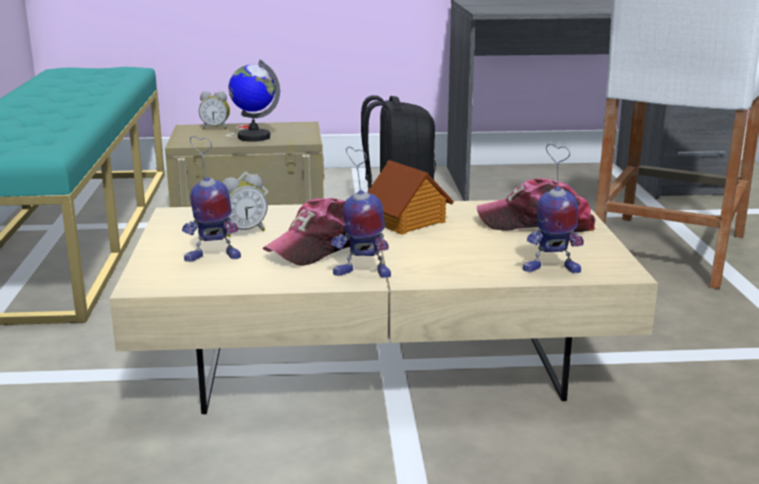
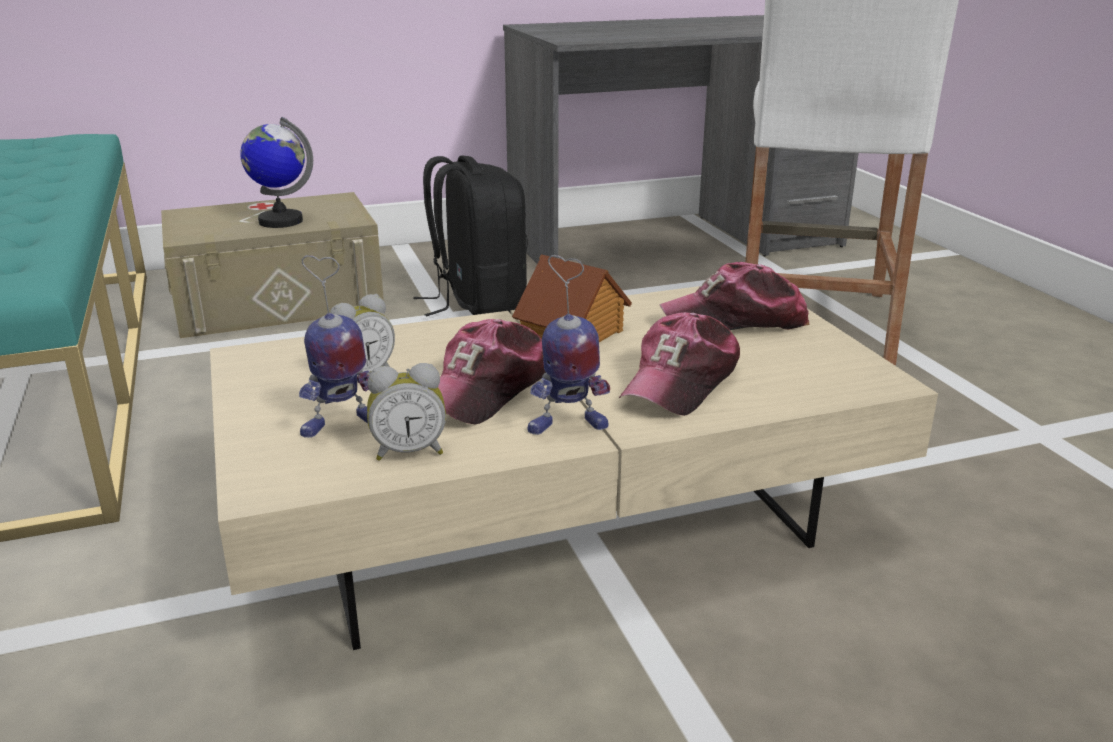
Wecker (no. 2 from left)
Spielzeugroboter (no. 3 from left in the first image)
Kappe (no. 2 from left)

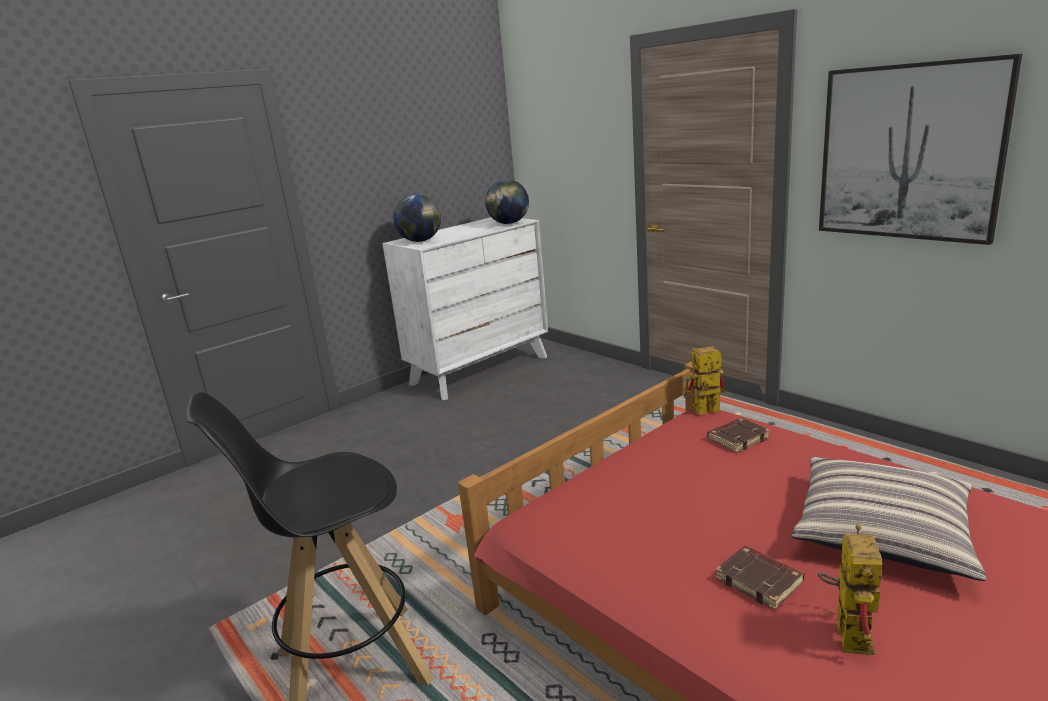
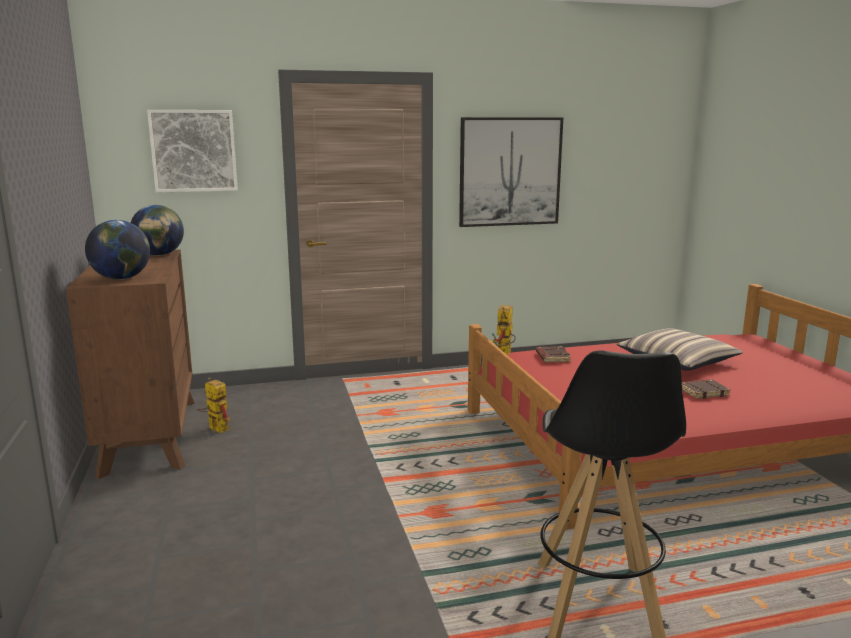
Kommode/braun
Spielzeugroboter (no. 1 from left)
Bild (no. 1 from left)

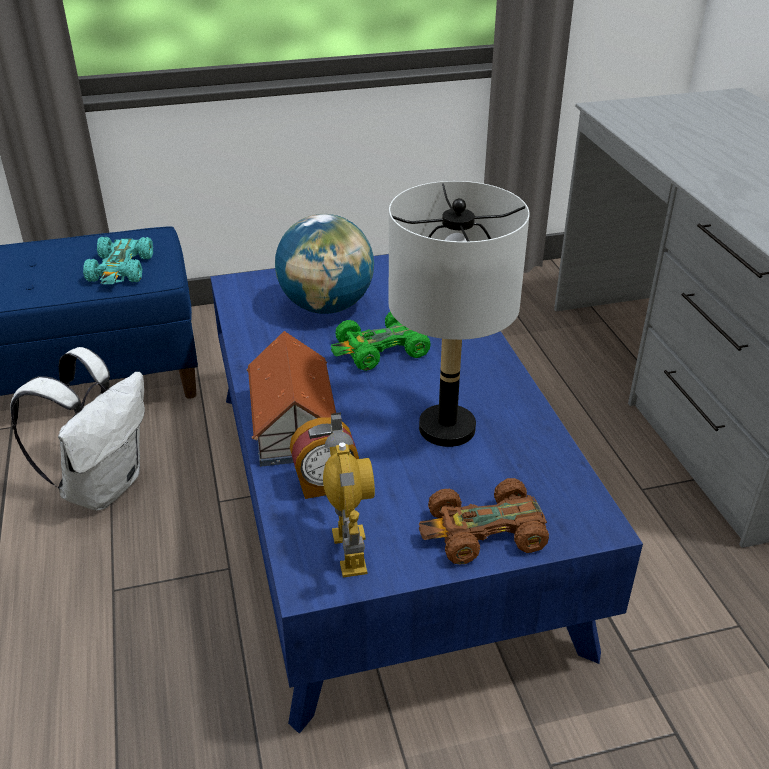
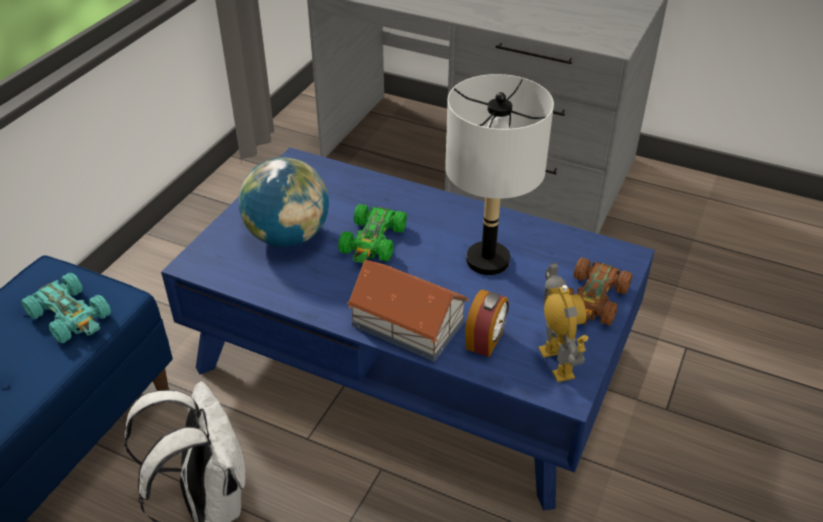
Spielzeugroboter

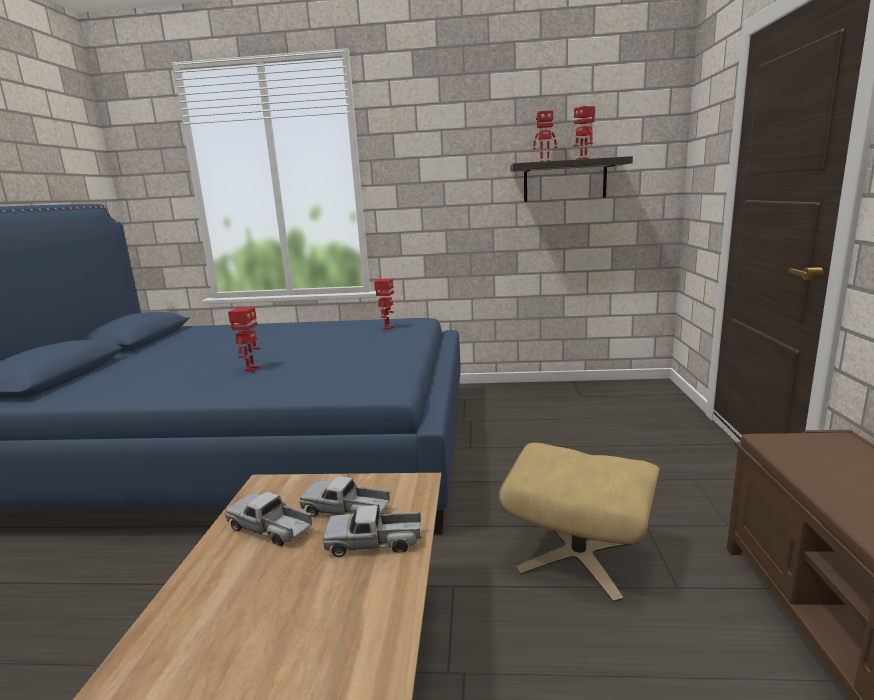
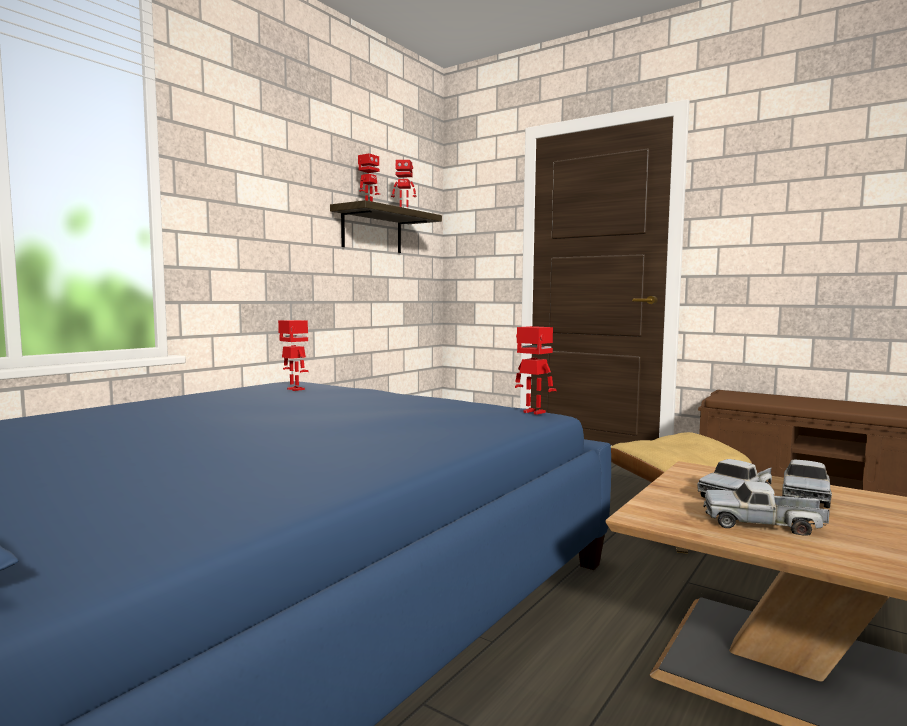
Spielzeugroboter (no. 4 from left)
Spielzeuglaster (no. 2 from left)

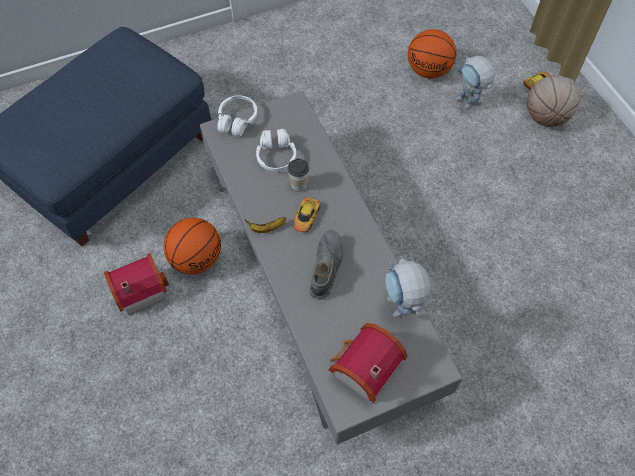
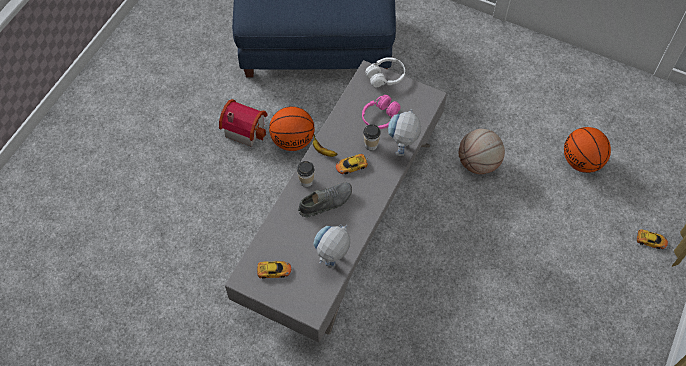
Spielzeugroboter (no. 2 from left)
Basketball (no. 2 from left)
Kopfhörer/rosa
Spielzeugauto (no. 1 from left)
Tasse (no. 1 from left)

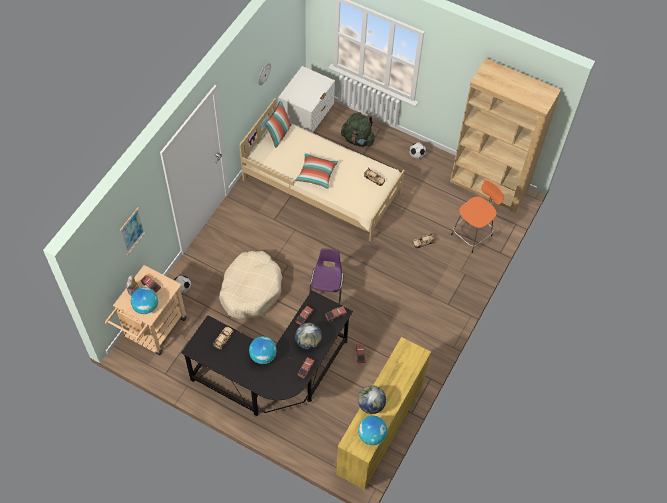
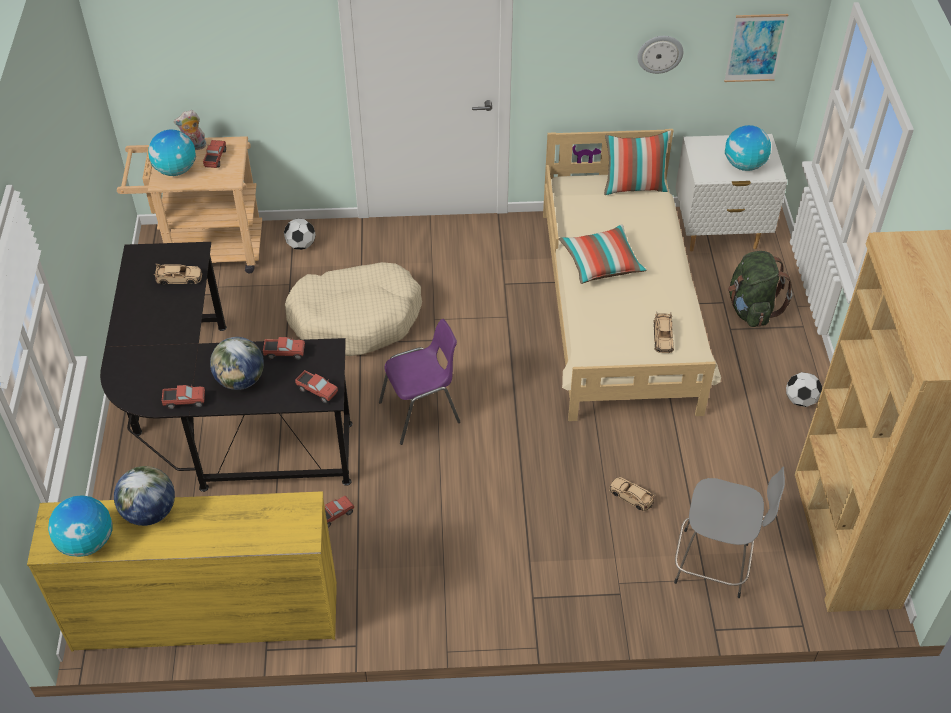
Hocker/grau
Bild
Globus (no. 5 from left)

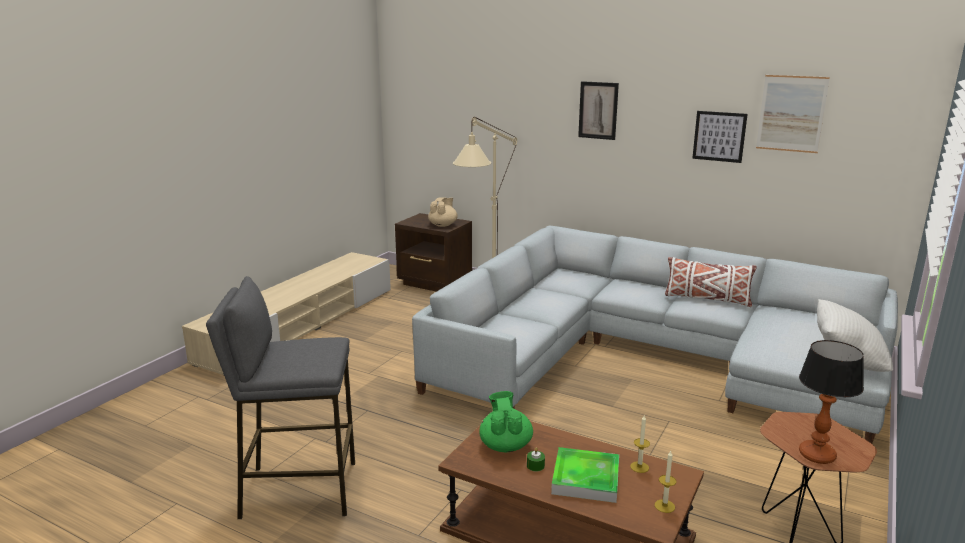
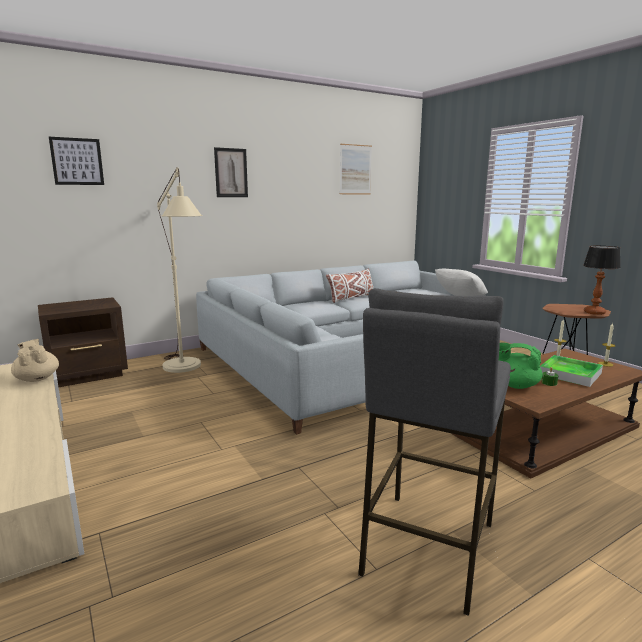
Bild (no. 1 from left)
Teekanne/beige

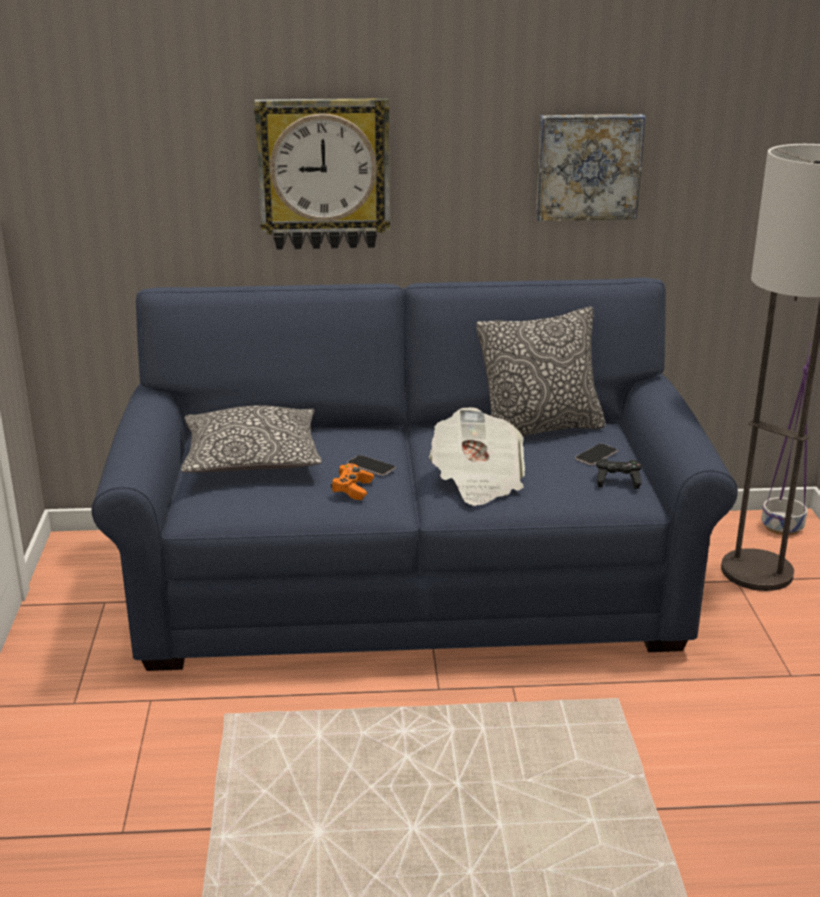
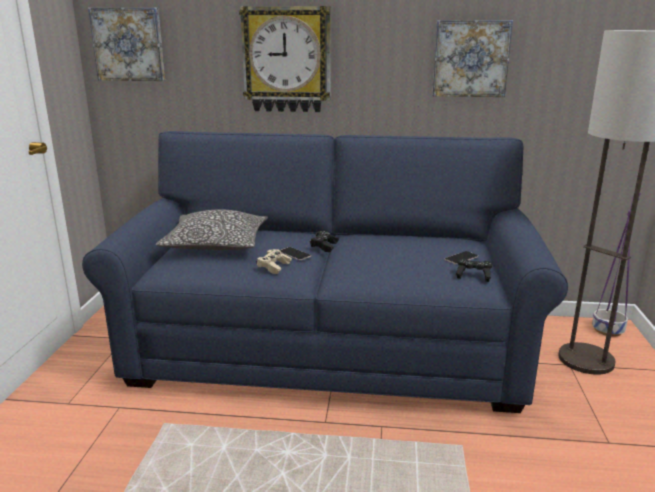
Kissen (no. 2 from left in the first image)
Zeitung
Gamepad/beige
Bild (no. 1 from left)
Gamepad/schwarz (no. 1 from left)

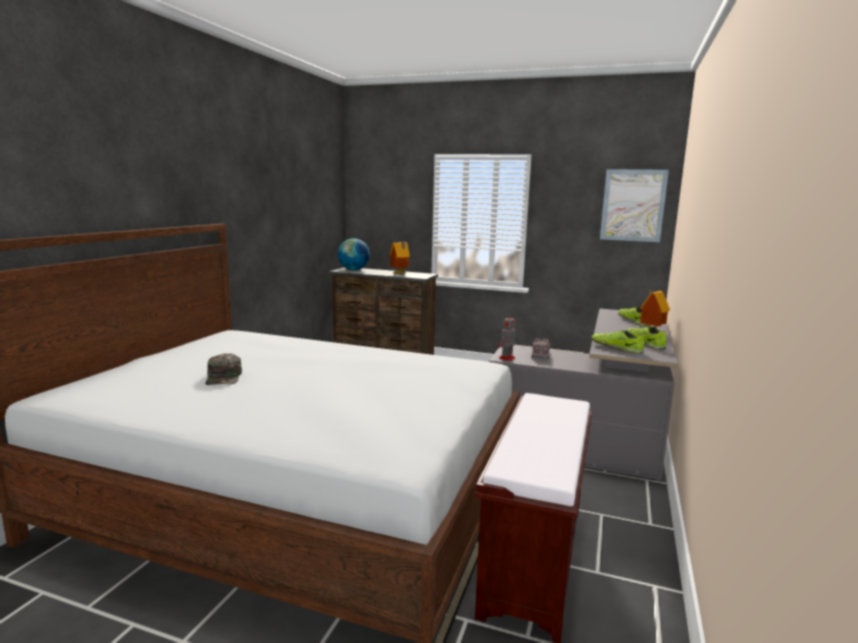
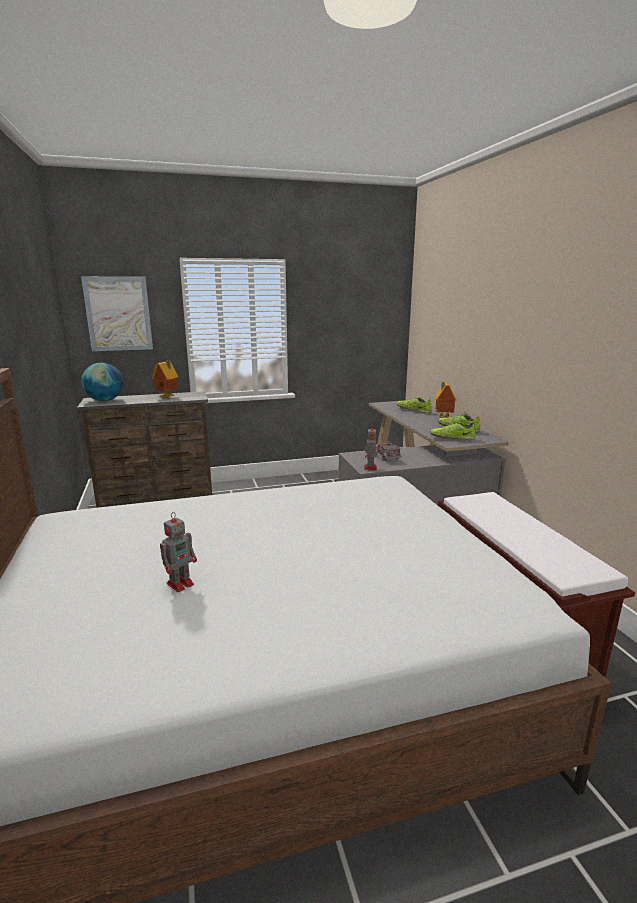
Bild
Spielzeugroboter (no. 1 from left)

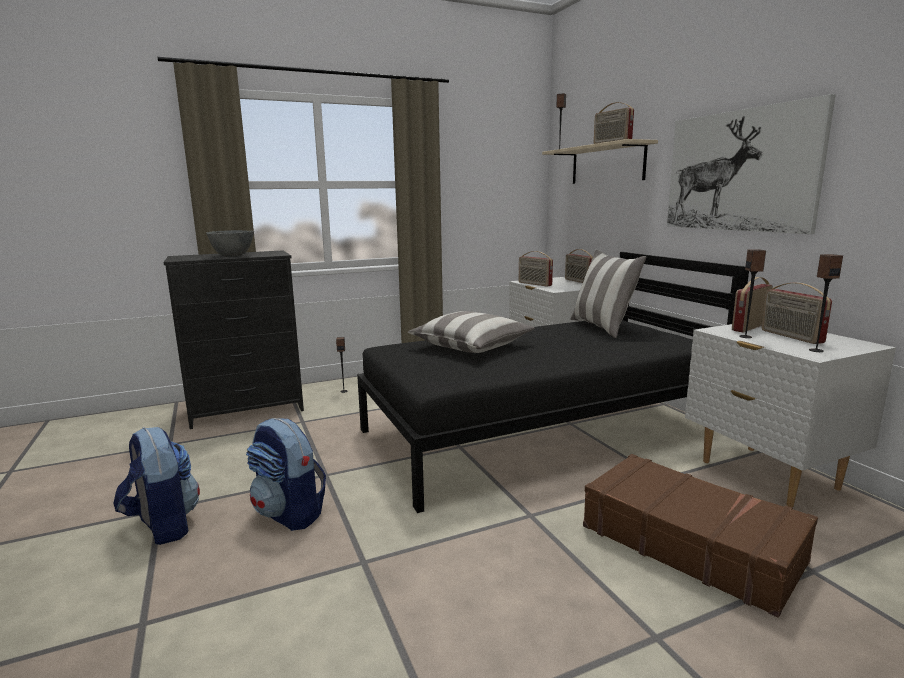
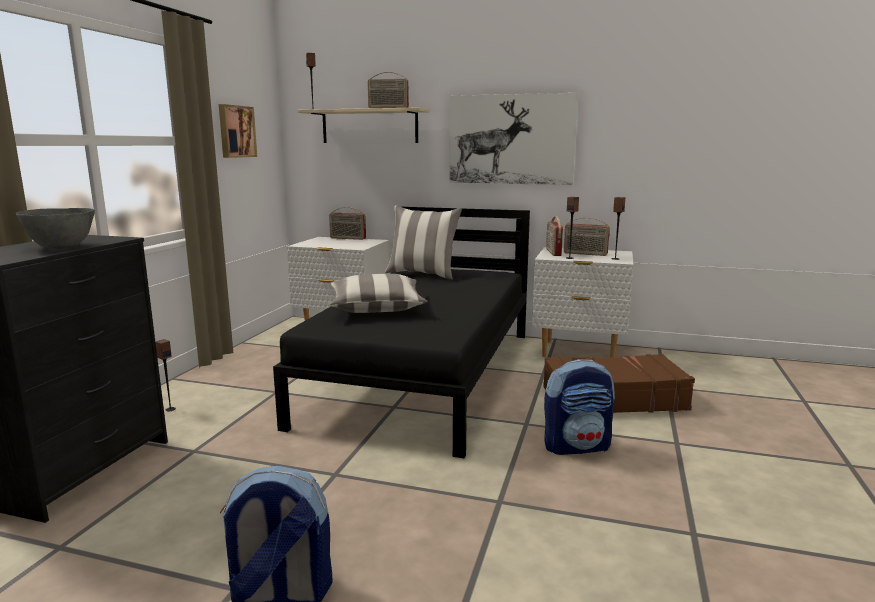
Radio (no. 1 from left in the first image)
Rucksack (no. 2 from left)
Bild (no. 1 from left)

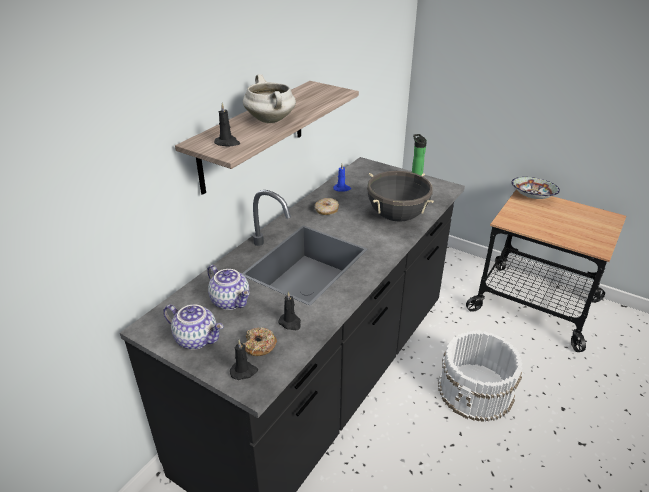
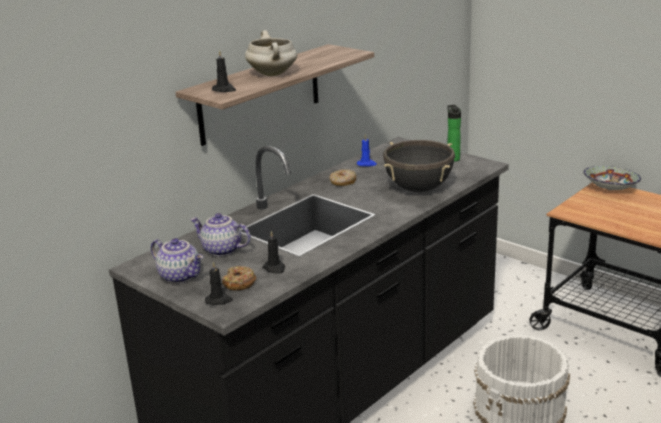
Teekanne (no. 2 from left)

